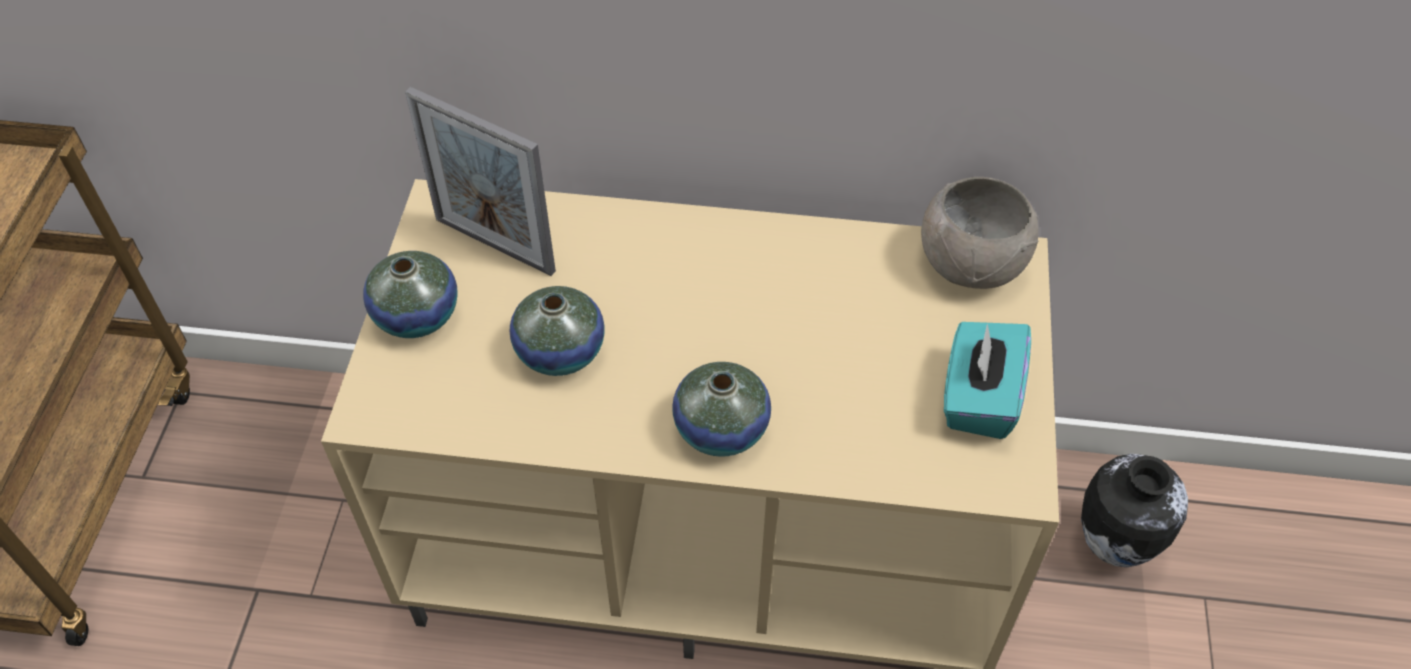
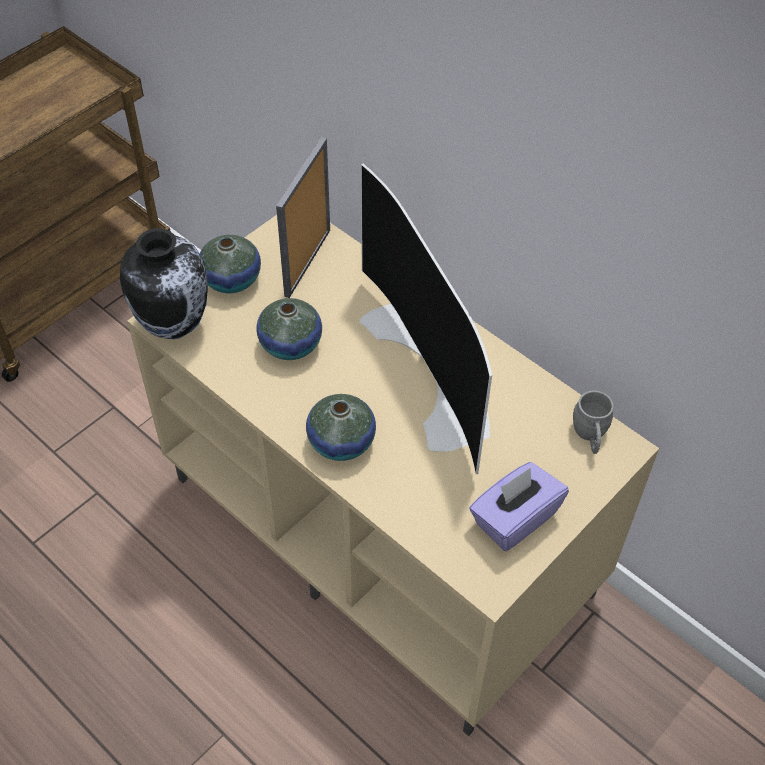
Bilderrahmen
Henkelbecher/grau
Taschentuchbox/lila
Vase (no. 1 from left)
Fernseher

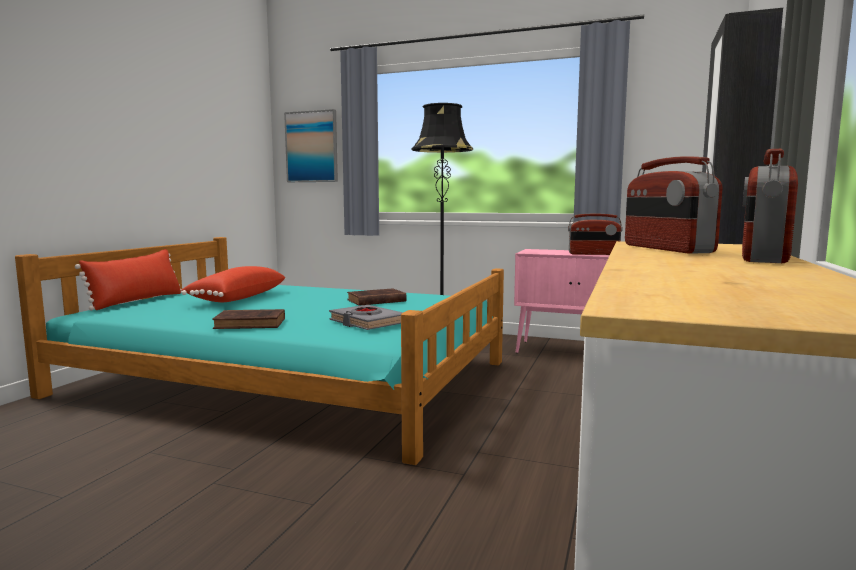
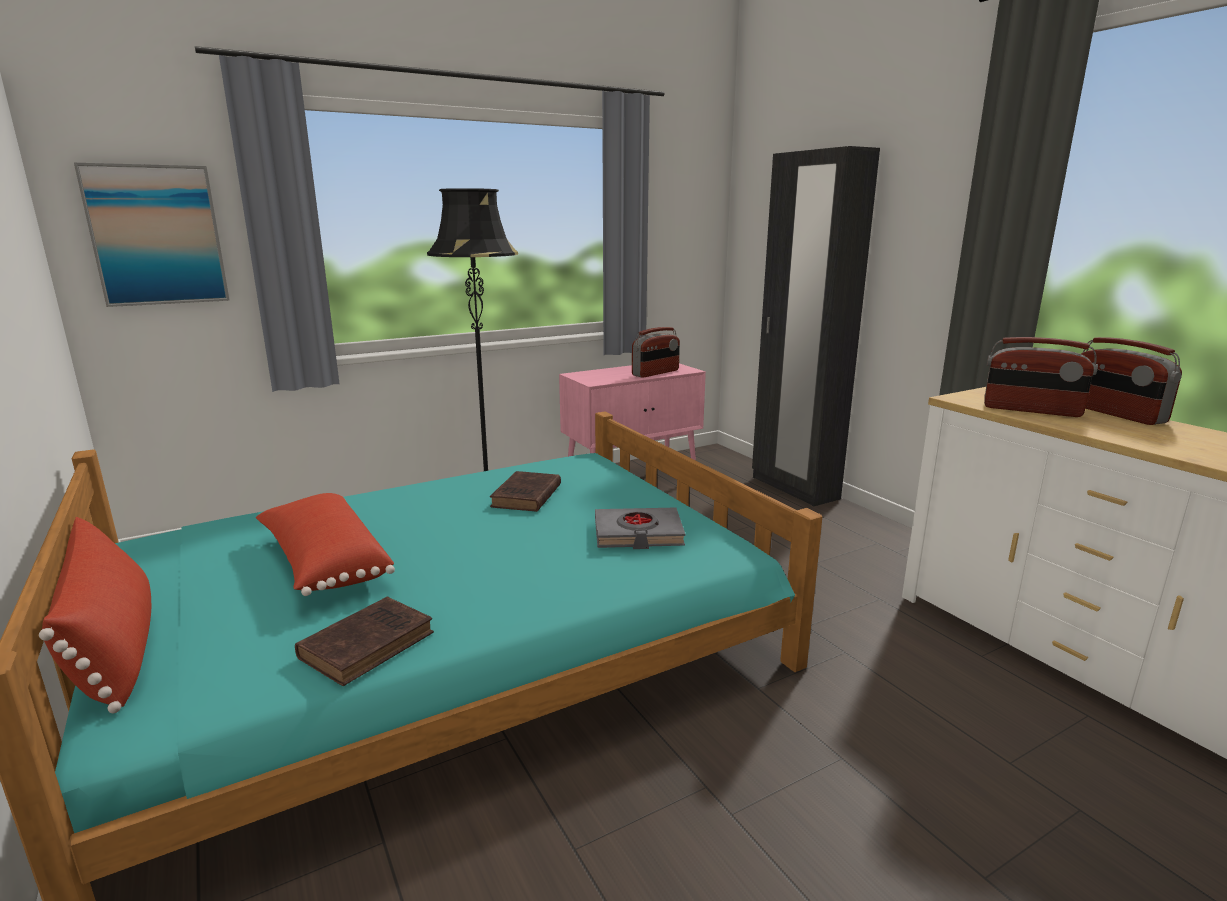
Buch/braun (no. 1 from left)

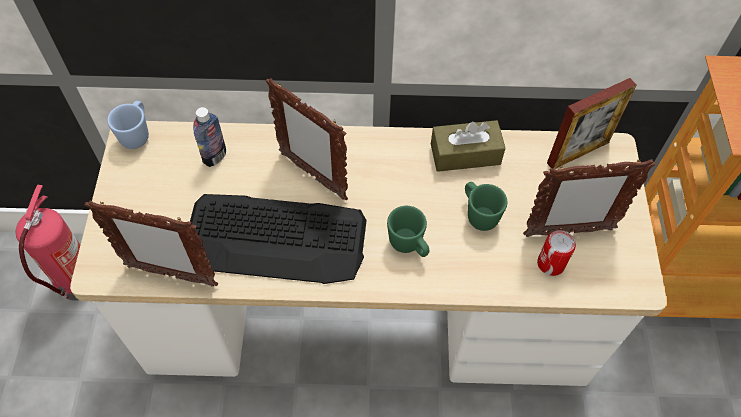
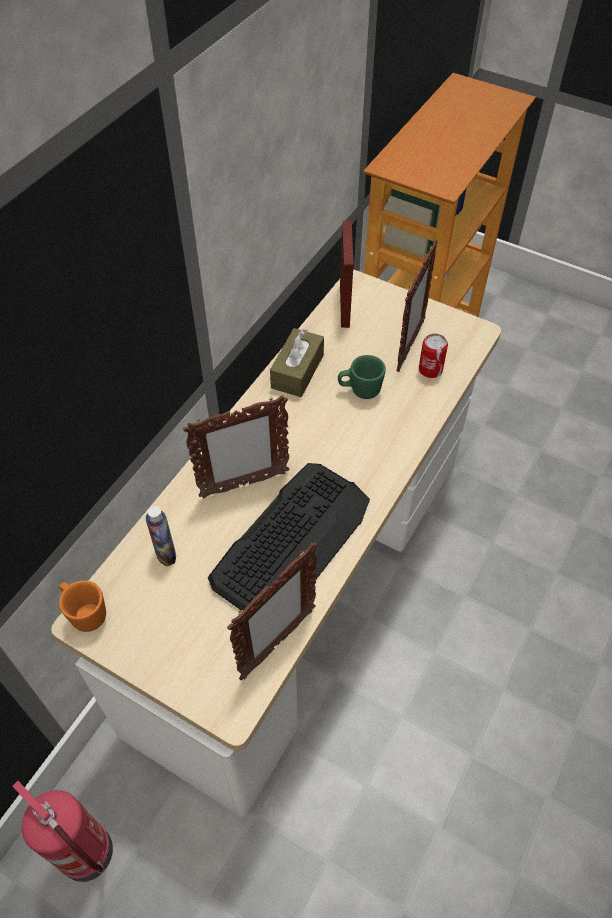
Henkelbecher/orange
Henkelbecher/grün (no. 1 from left in the first image)

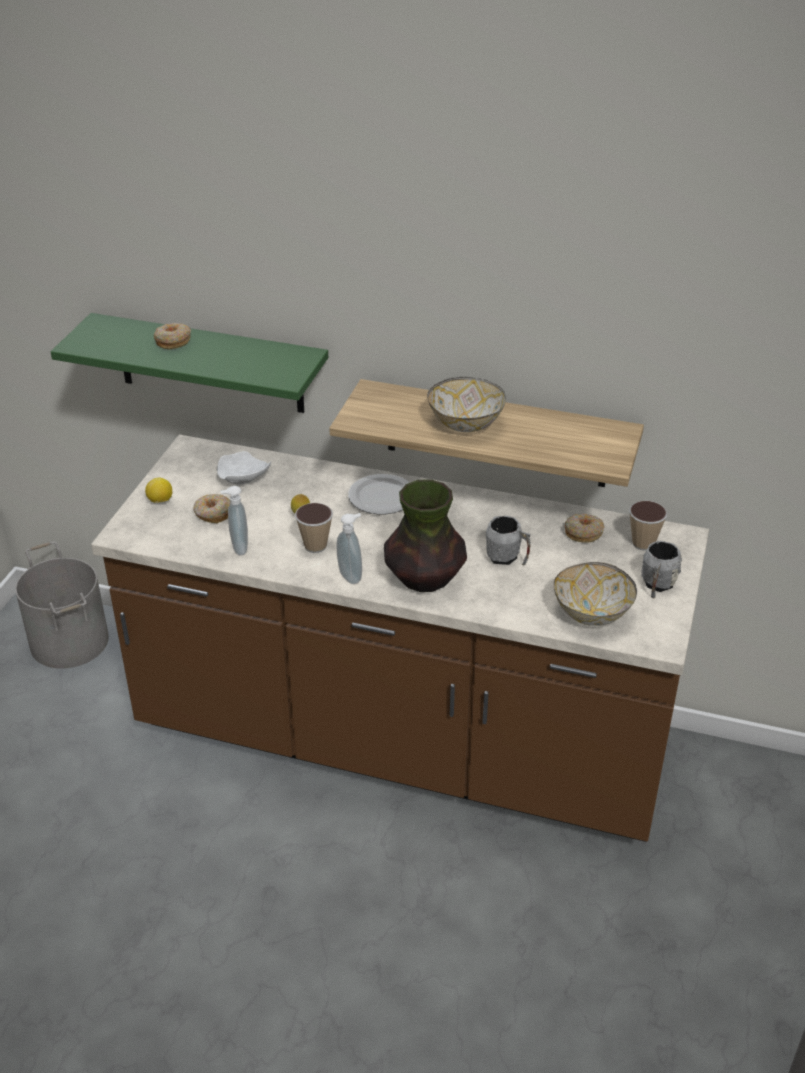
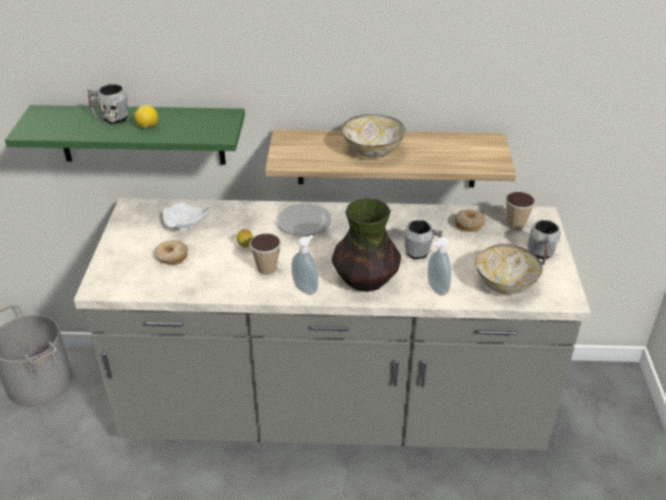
Henkelbecher/grau (no. 1 from left)
Küchenzeile/grau
Zitrone (no. 1 from left)
Seifenspender (no. 2 from left)

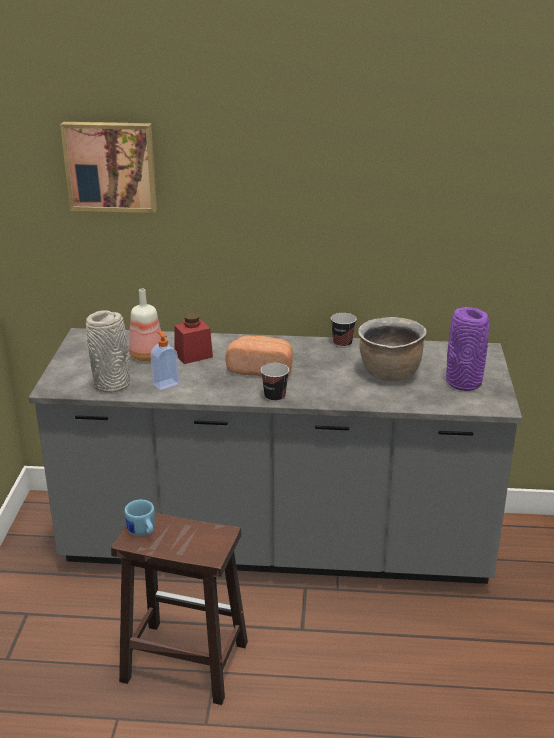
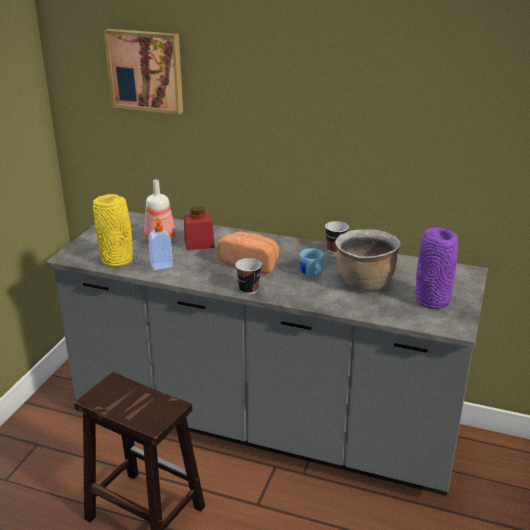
Vase/gelb
Henkelbecher/blau

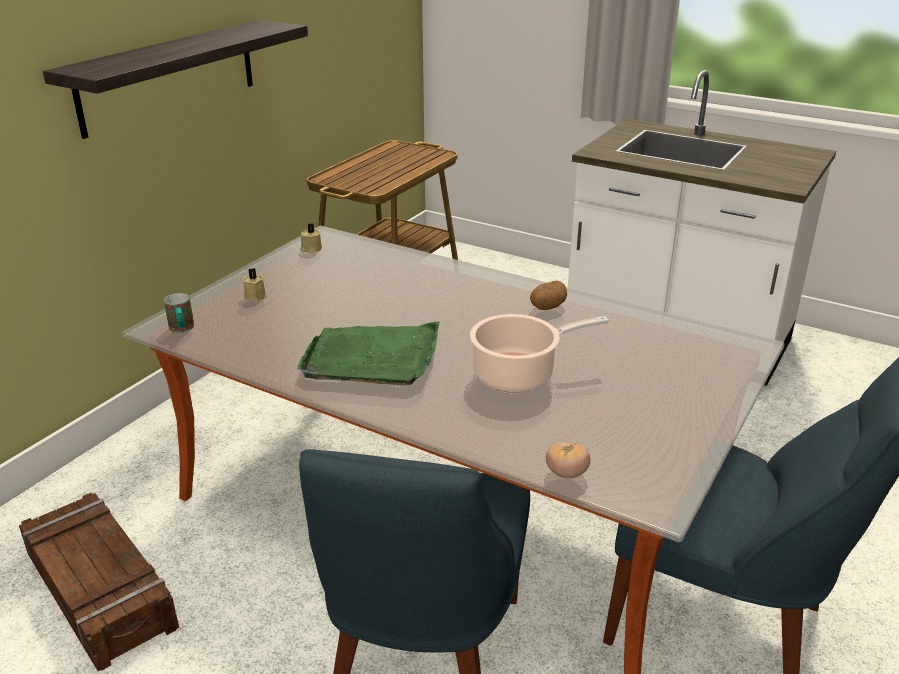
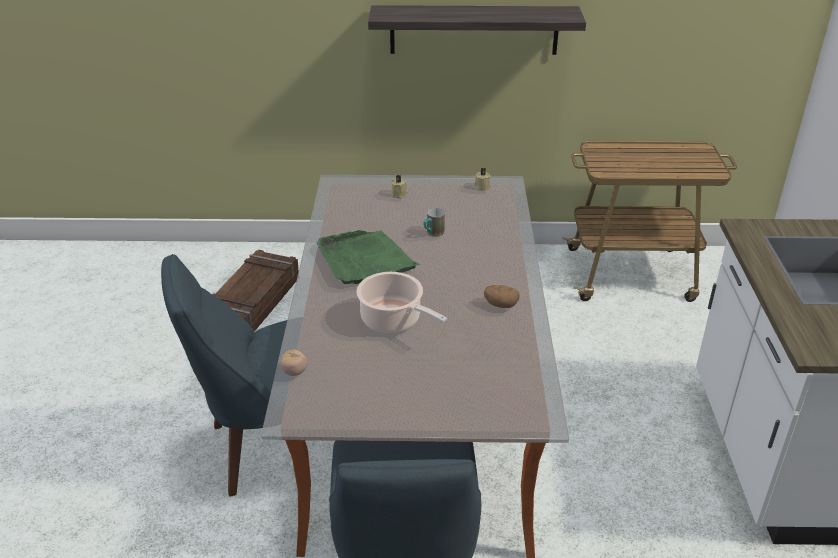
Henkelbecher

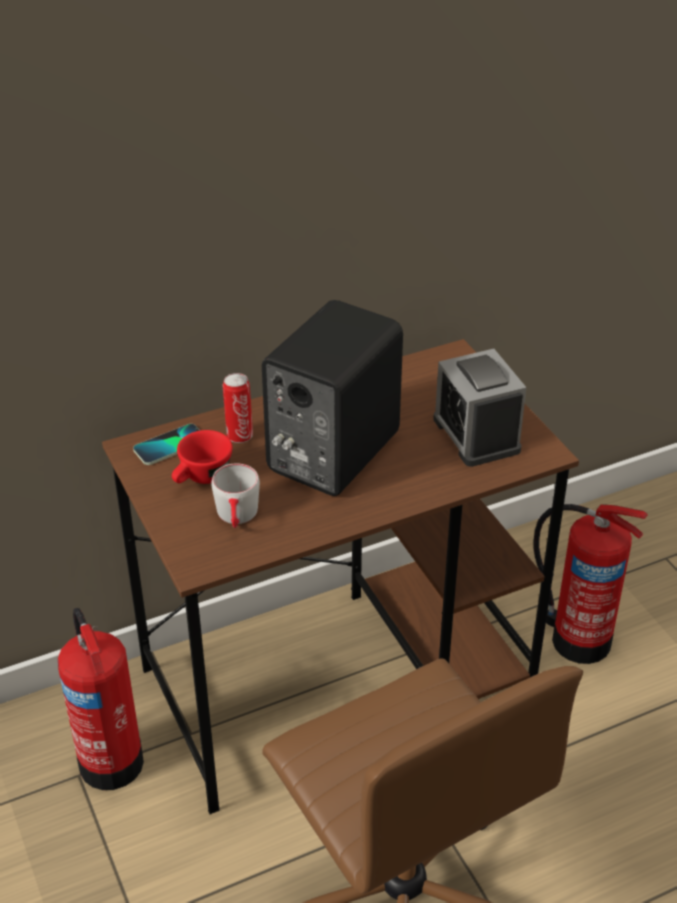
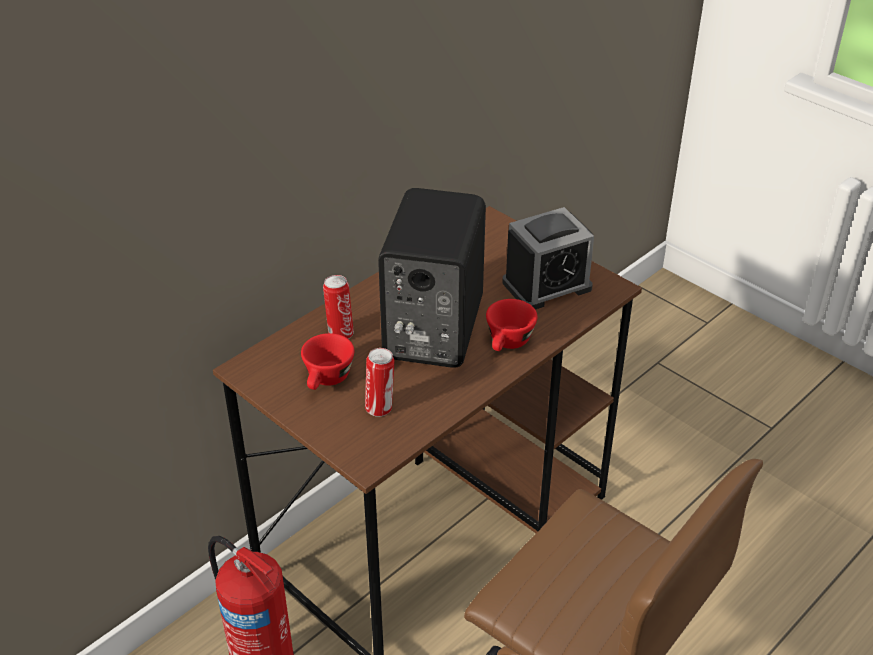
Wecker
Handy
Dose (no. 2 from left)
Feuerlöscher (no. 2 from left in the first image)
Tasse/rot (no. 2 from left)

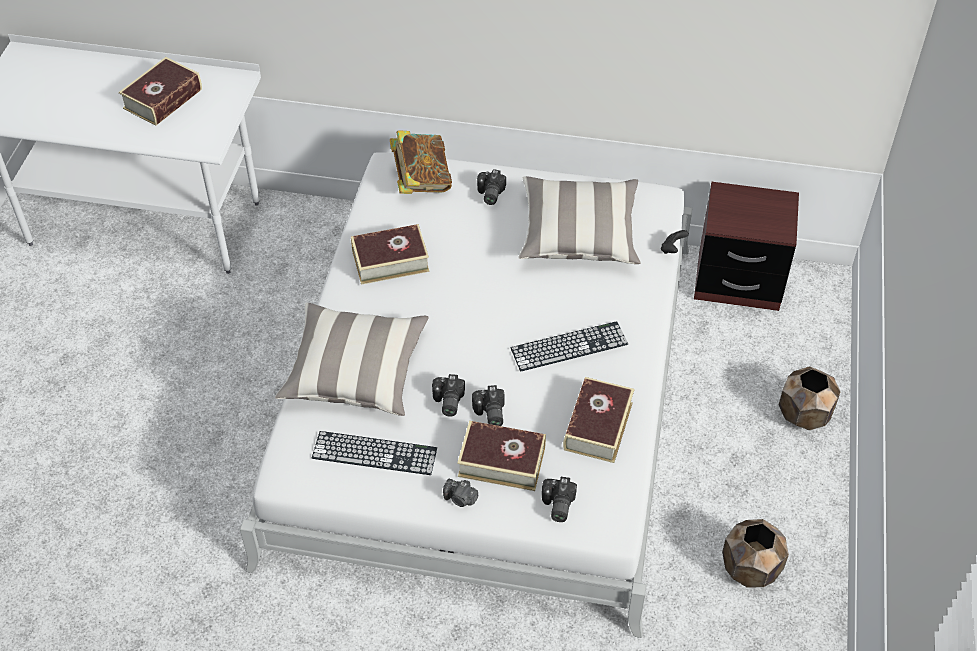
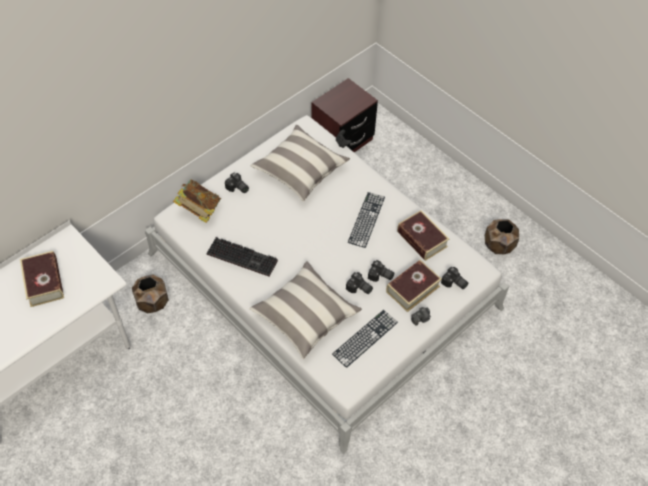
Tastatur (no. 1 from left)
Pflanzkübel/braun (no. 1 from left)

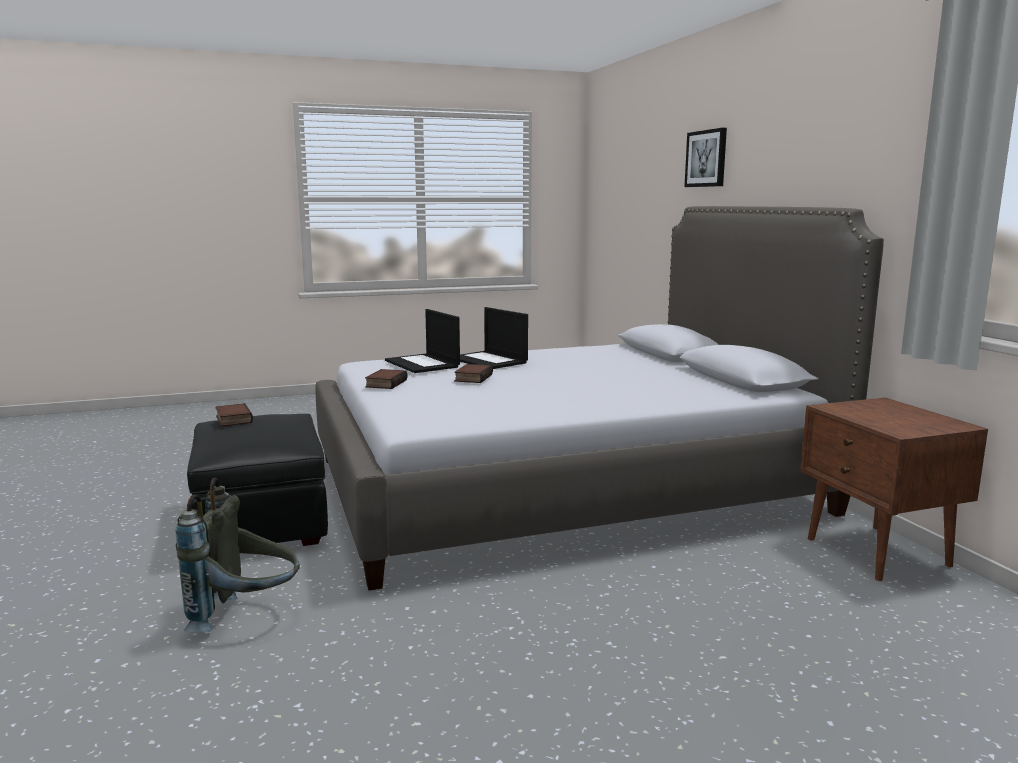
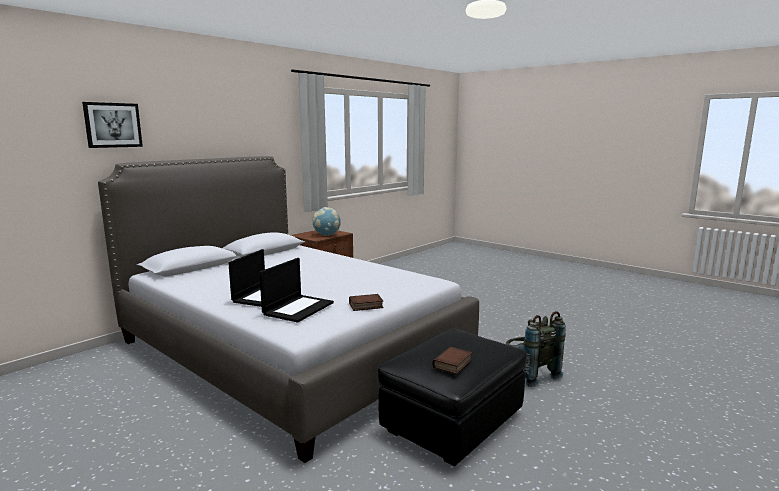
Buch (no. 3 from left in the first image)
Globus

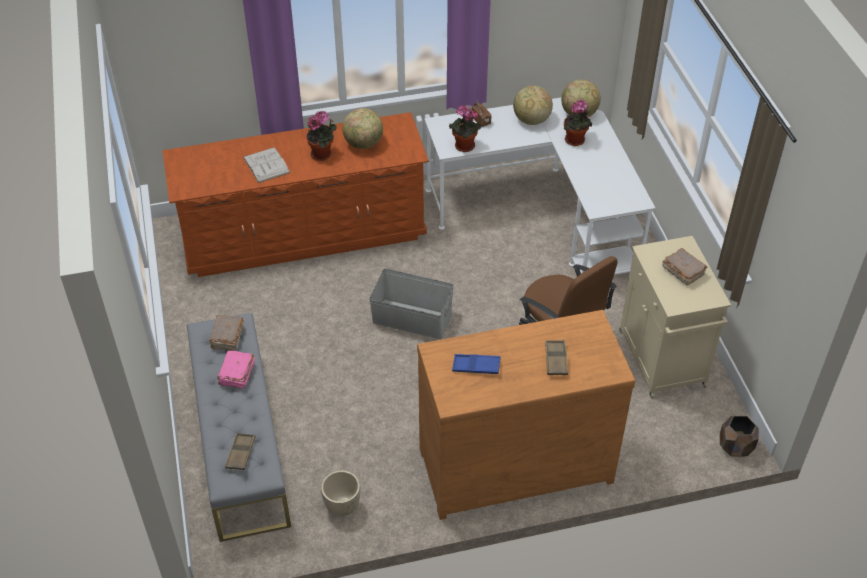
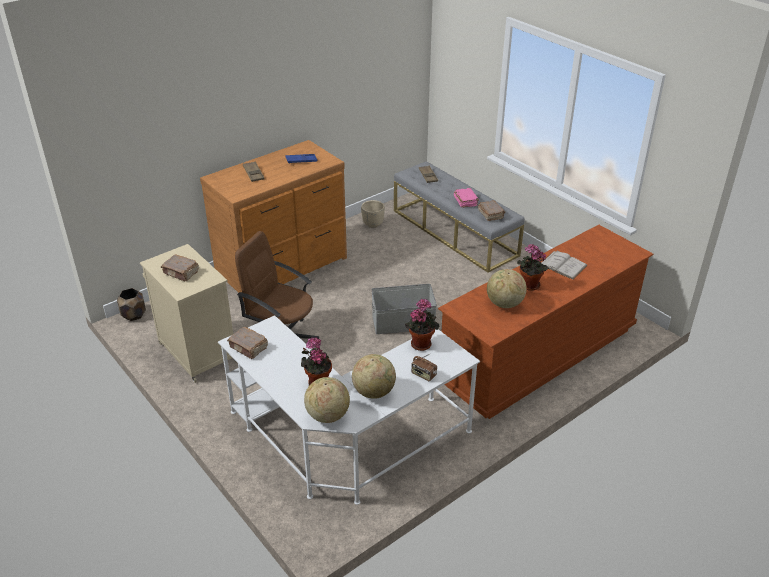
Buch/braun (no. 2 from left)

